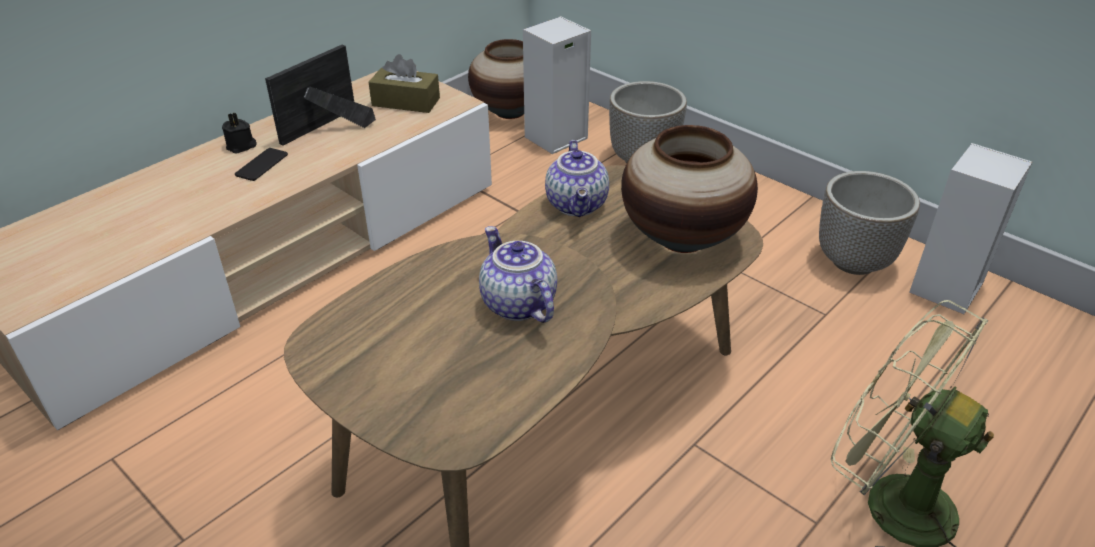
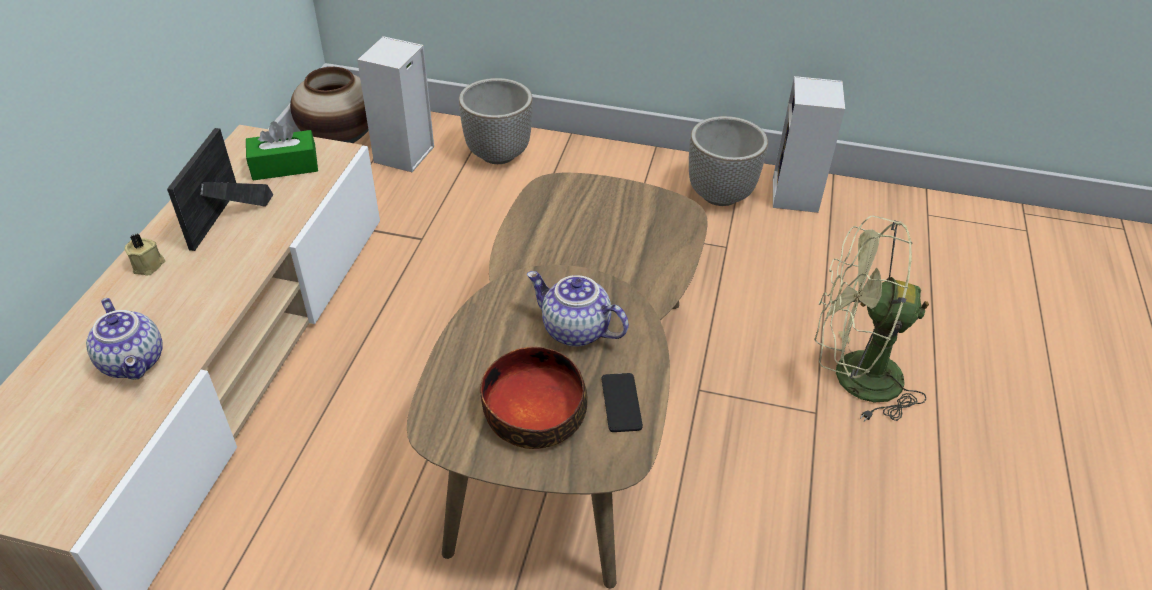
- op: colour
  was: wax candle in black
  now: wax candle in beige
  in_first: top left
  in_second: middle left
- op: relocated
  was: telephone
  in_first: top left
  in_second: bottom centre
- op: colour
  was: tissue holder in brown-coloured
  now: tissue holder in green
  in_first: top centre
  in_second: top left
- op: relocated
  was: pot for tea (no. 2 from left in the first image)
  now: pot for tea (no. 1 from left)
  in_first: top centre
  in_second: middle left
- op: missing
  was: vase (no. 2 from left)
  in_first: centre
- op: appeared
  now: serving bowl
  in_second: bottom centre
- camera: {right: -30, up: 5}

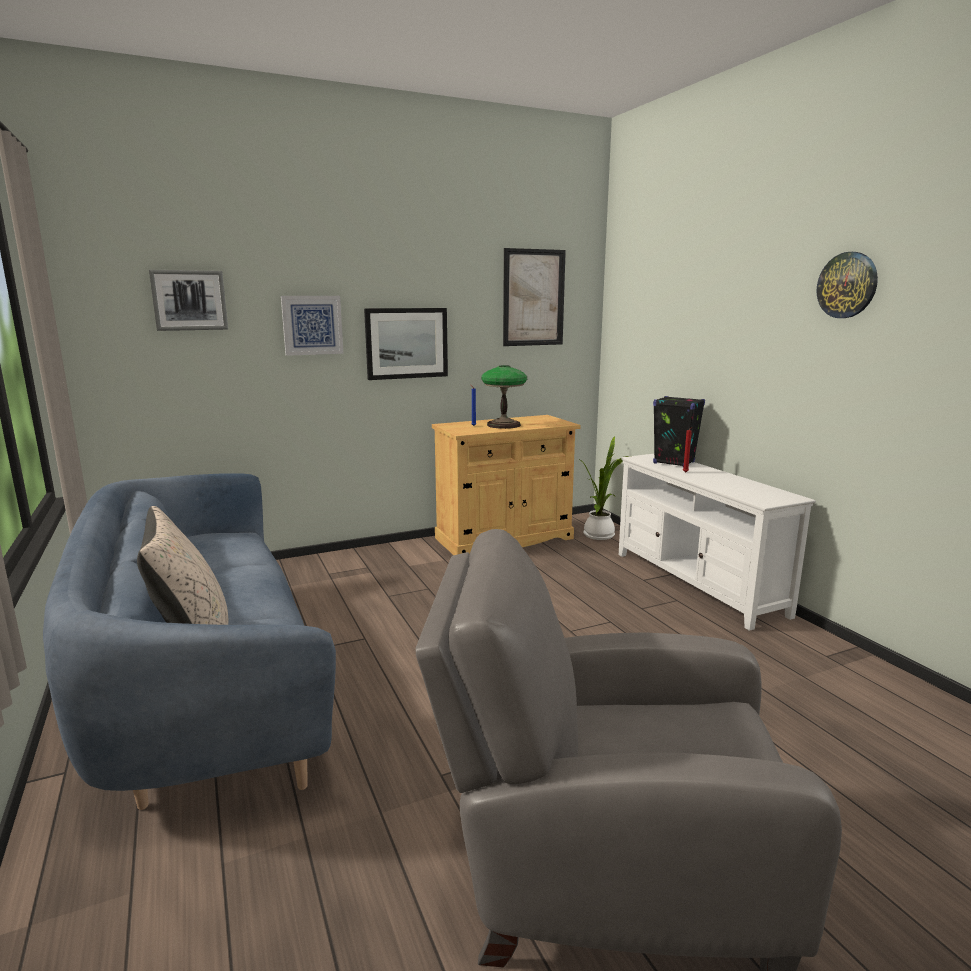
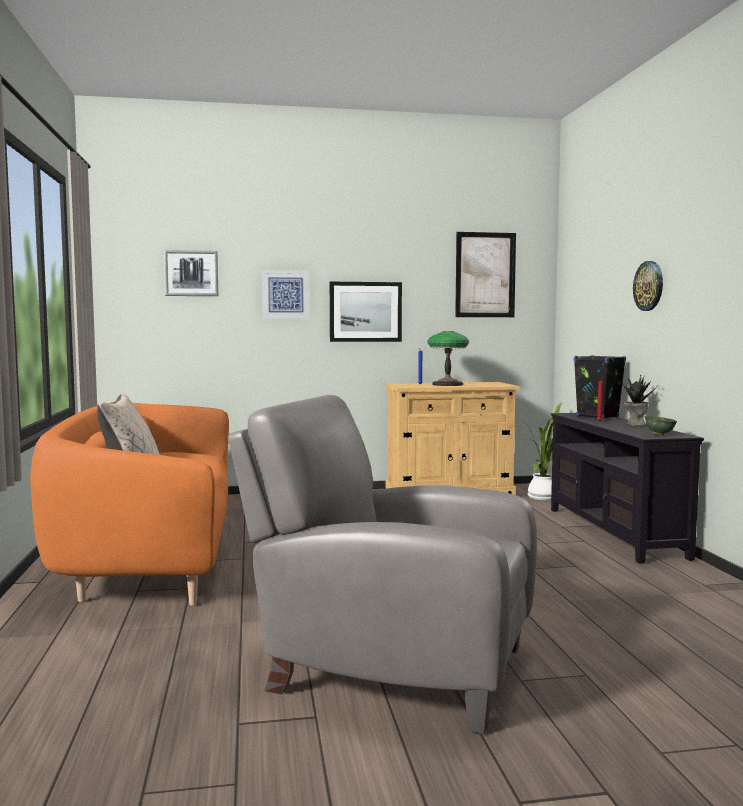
- op: colour
  was: settee in blue-coloured
  now: settee in orange
  in_first: middle left
  in_second: middle left
- op: colour
  was: media console in white-coloured
  now: media console in black
  in_first: middle right
  in_second: middle right
- op: relocated
  was: wall clock
  in_first: top right
  in_second: middle right
- op: appeared
  now: potted plant (no. 2 from left)
  in_second: middle right
- op: appeared
  now: serving bowl in green
  in_second: middle right
- camera: {right: 15, up: -10}

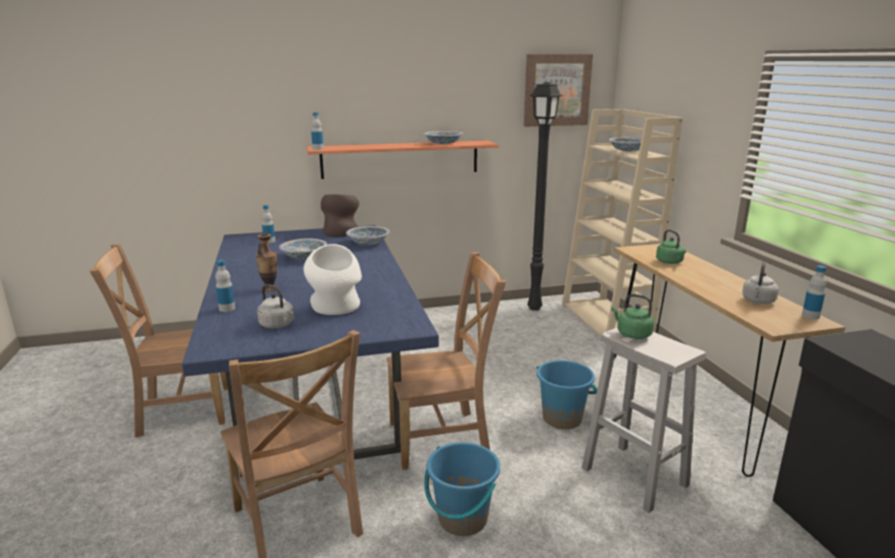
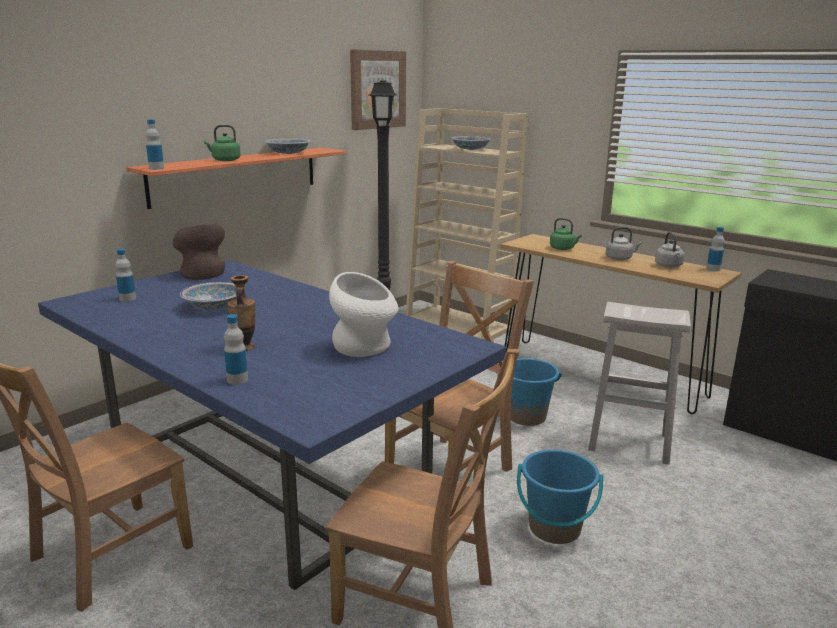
- op: relocated
  was: kettle in gray (no. 1 from left)
  in_first: middle left
  in_second: middle right
- op: missing
  was: serving bowl (no. 2 from left)
  in_first: centre
- op: relocated
  was: kettle in green (no. 1 from left)
  in_first: middle right
  in_second: top left
- camera: {right: -35, up: 0}

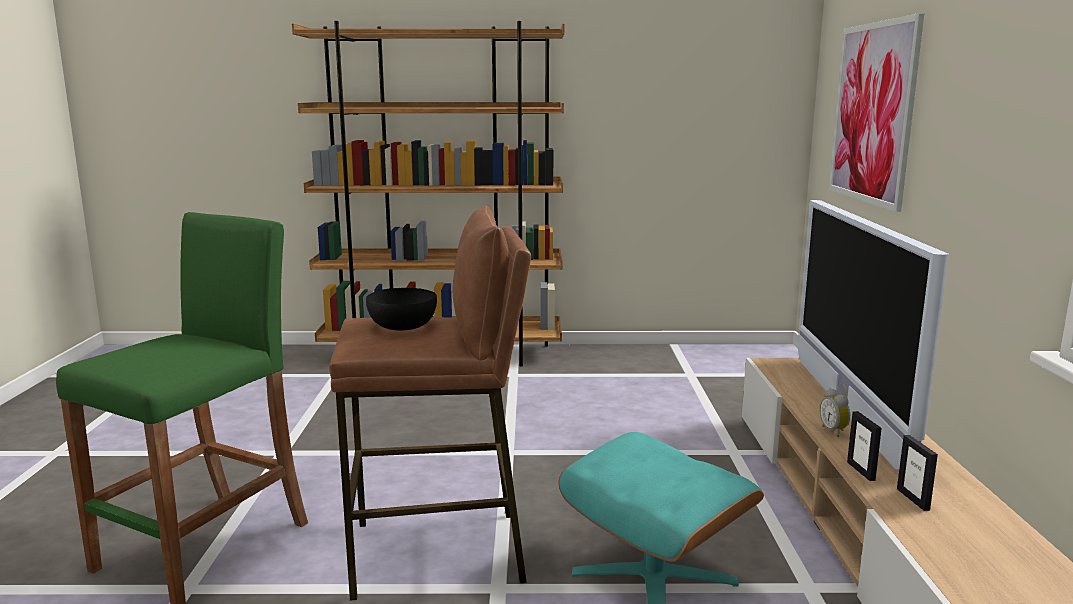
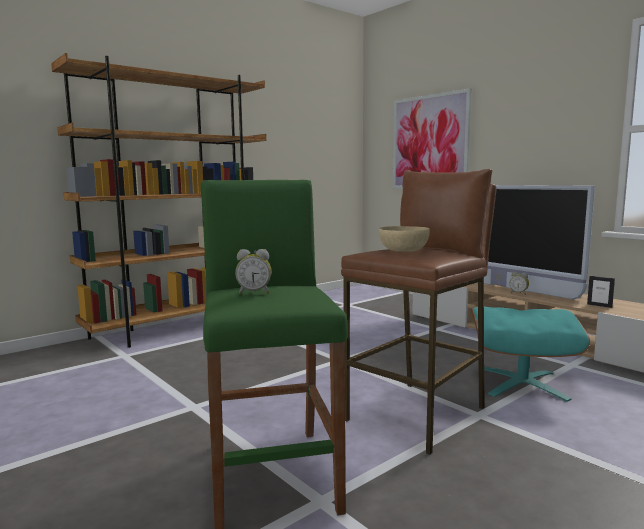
- op: colour
  was: serving bowl in black
  now: serving bowl in beige
  in_first: centre
  in_second: centre
- op: missing
  was: photo frame (no. 1 from left)
  in_first: bottom right
- op: appeared
  now: alarm clock (no. 1 from left)
  in_second: centre
- camera: {right: -40, up: -5}

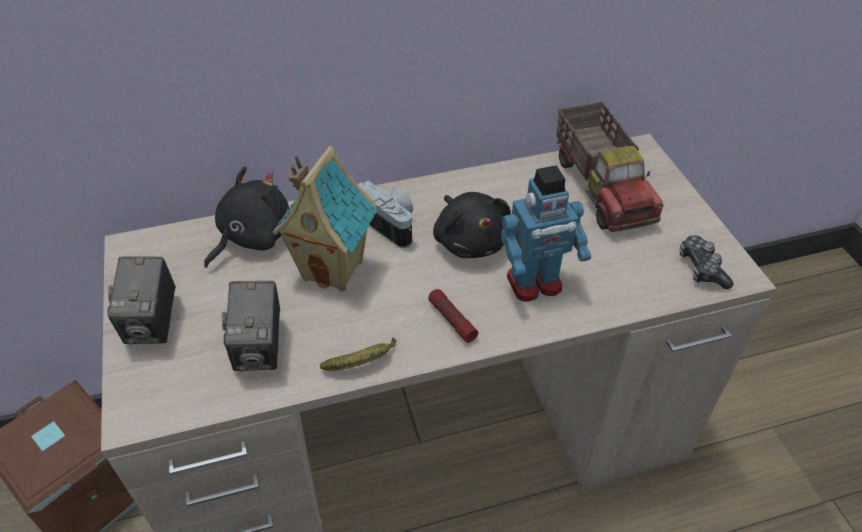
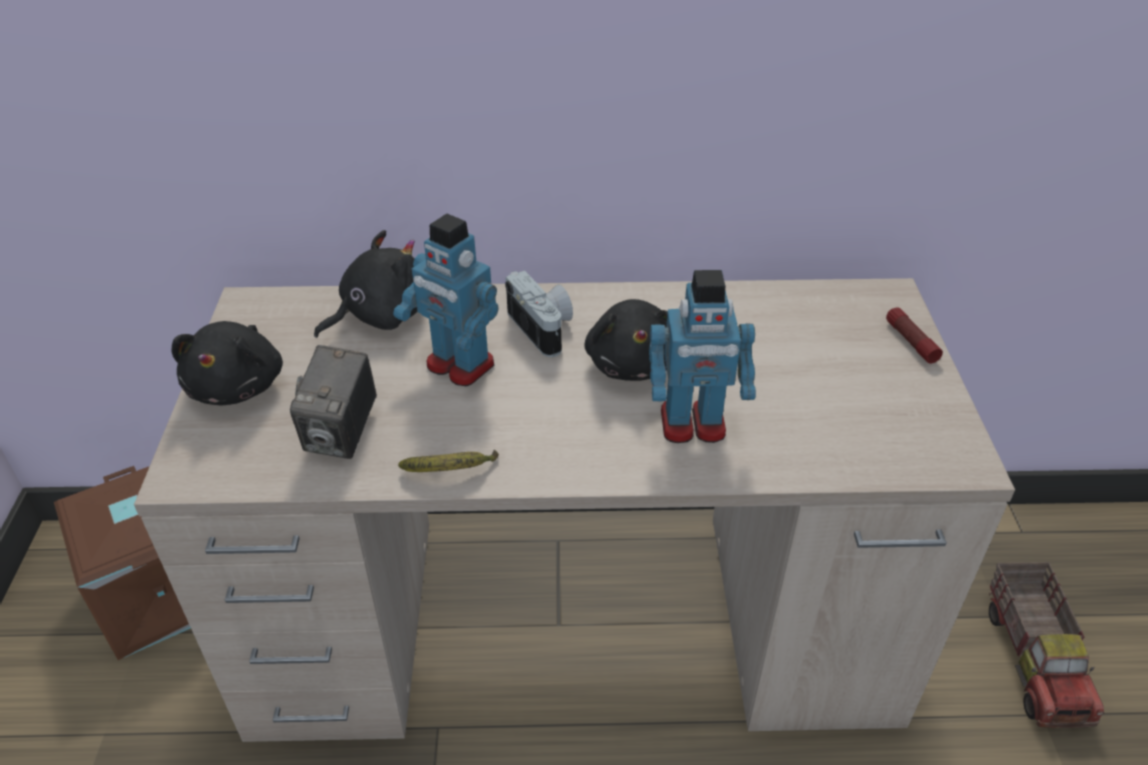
- op: exchanged
  was: photo camera (no. 1 from left)
  now: plush toy in black (no. 1 from left)
  in_first: middle left
  in_second: middle left
- op: exchanged
  was: toy house
  now: robot figure (no. 1 from left)
  in_first: centre
  in_second: centre
- op: relocated
  was: hand torch
  in_first: centre
  in_second: middle right
- op: relocated
  was: toy truck
  in_first: top right
  in_second: bottom right
- op: missing
  was: joypad
  in_first: middle right
- camera: {right: 15, up: -5}

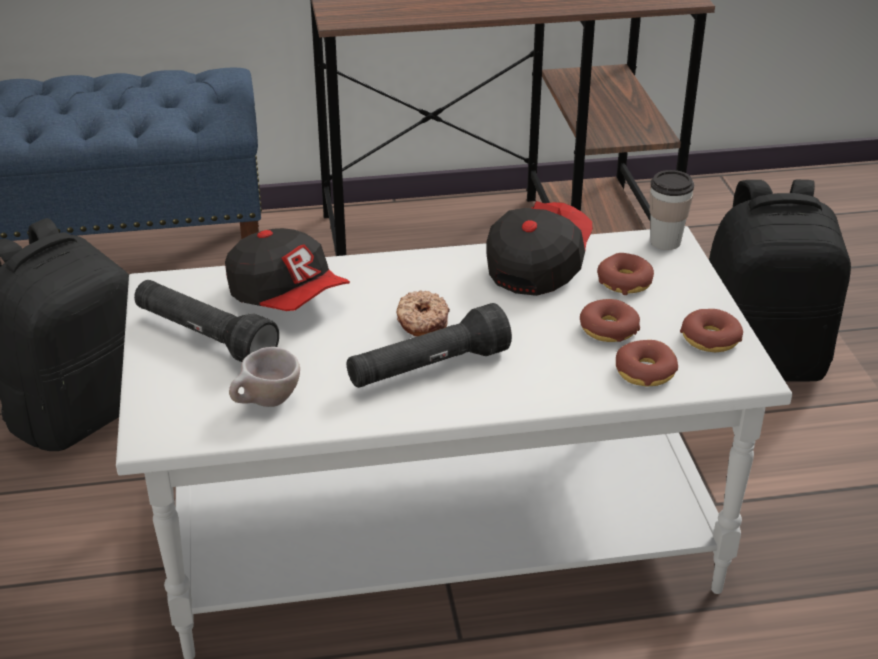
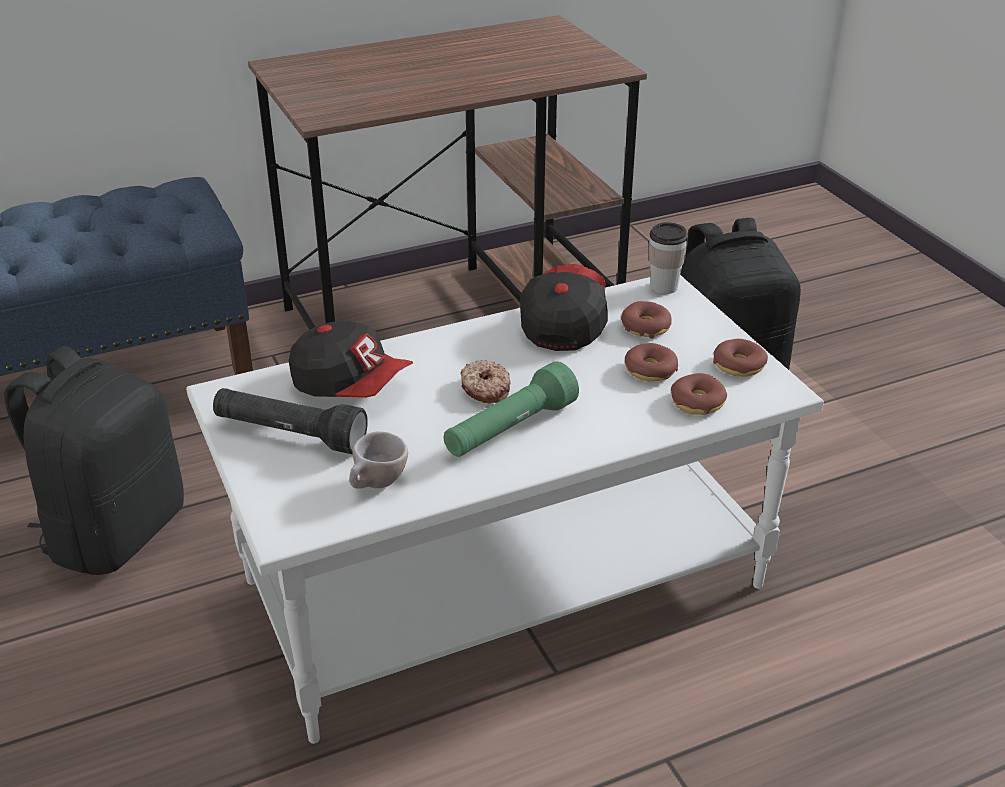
- op: colour
  was: hand torch in black (no. 2 from left)
  now: hand torch in green
  in_first: centre
  in_second: centre
- camera: {right: -15, up: 0}

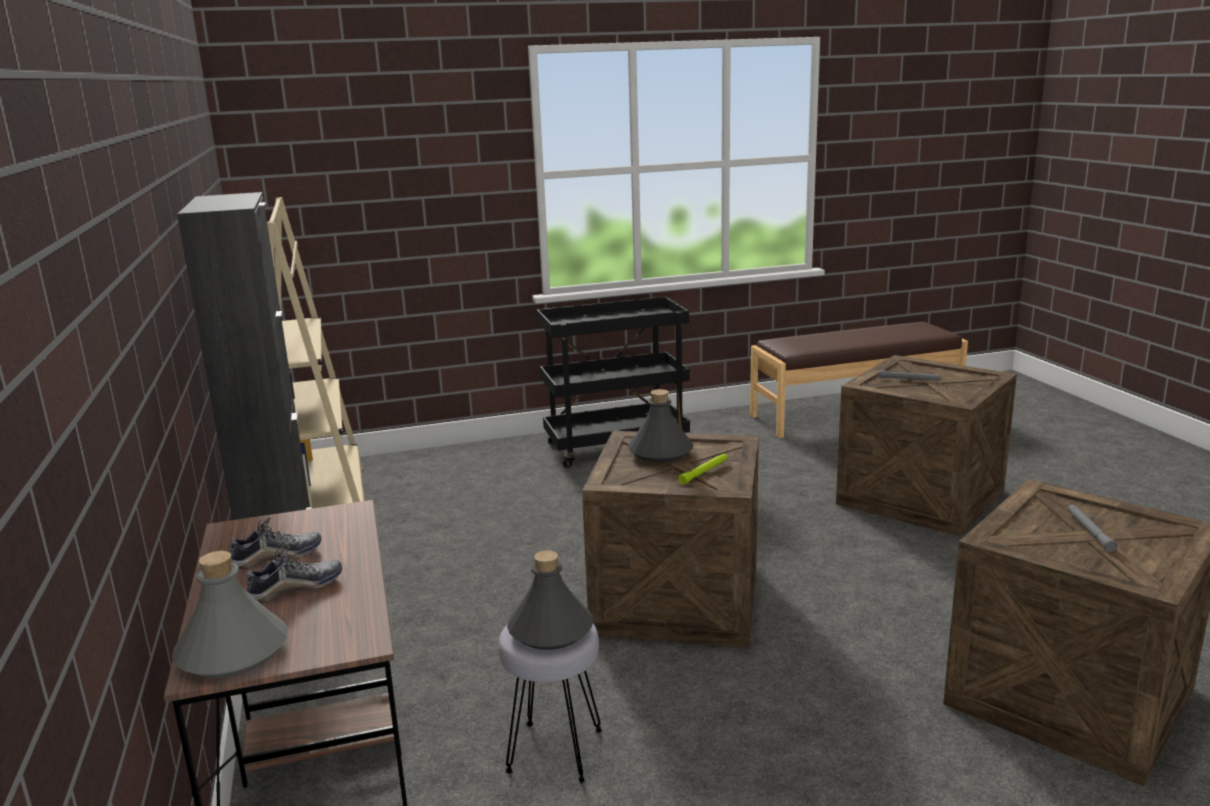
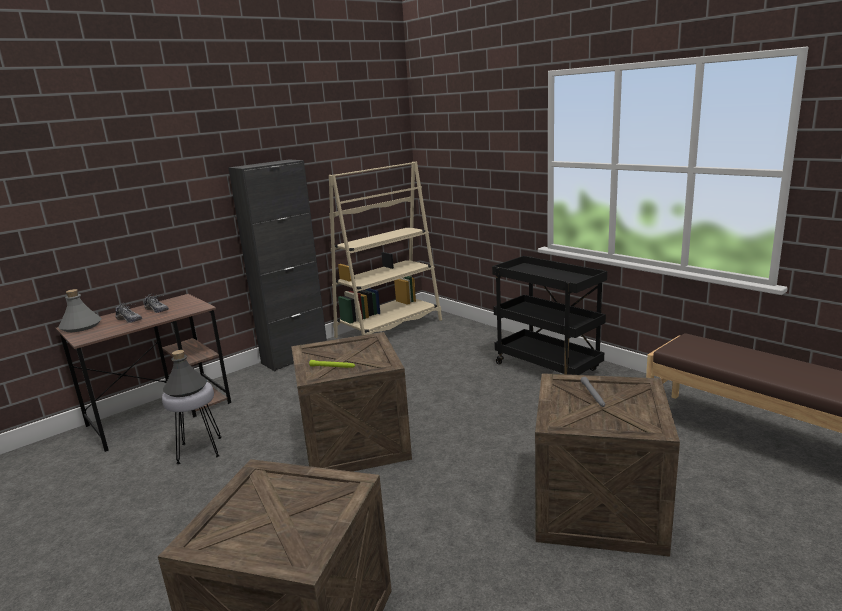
- op: missing
  was: beverage bottle in gray (no. 3 from left)
  in_first: centre
- op: missing
  was: hand torch in gray (no. 2 from left)
  in_first: middle right
- camera: {right: 65, up: 0}

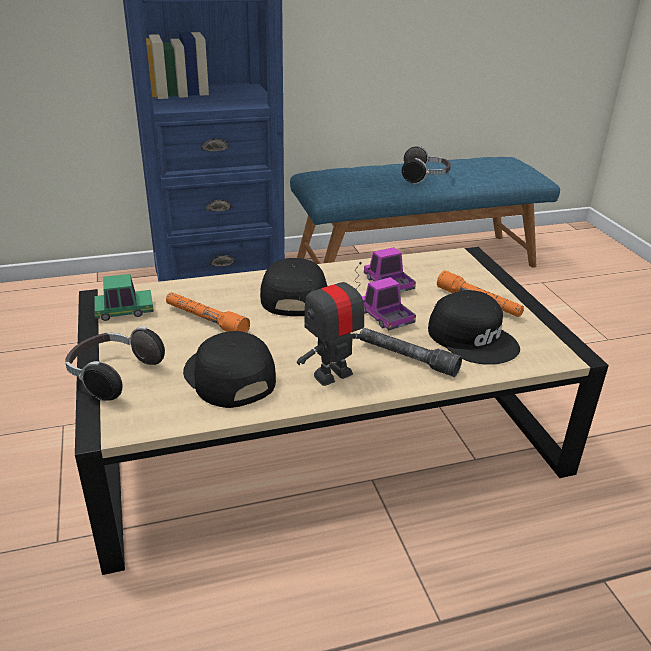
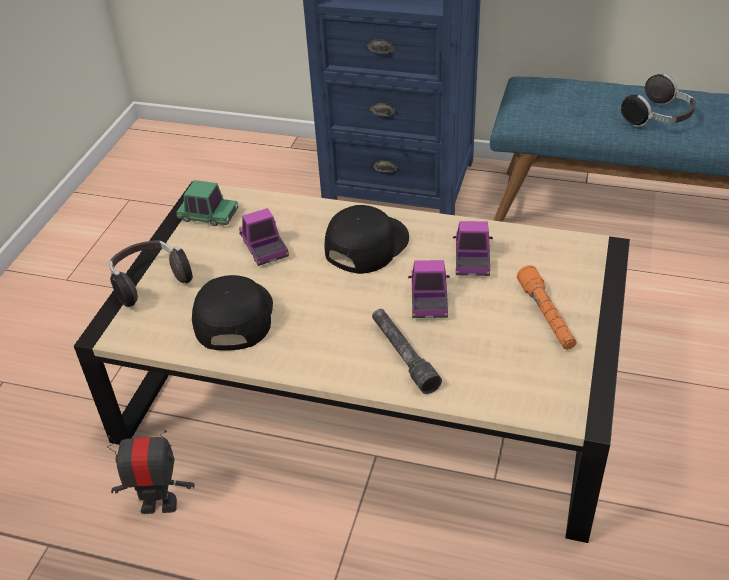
- op: exchanged
  was: hand torch in orange (no. 1 from left)
  now: toy truck (no. 1 from left)
  in_first: middle left
  in_second: centre
- op: relocated
  was: robot figure
  in_first: centre
  in_second: bottom left
- op: missing
  was: baseball cap in black (no. 3 from left)
  in_first: middle right
- camera: {right: 35, up: 10}

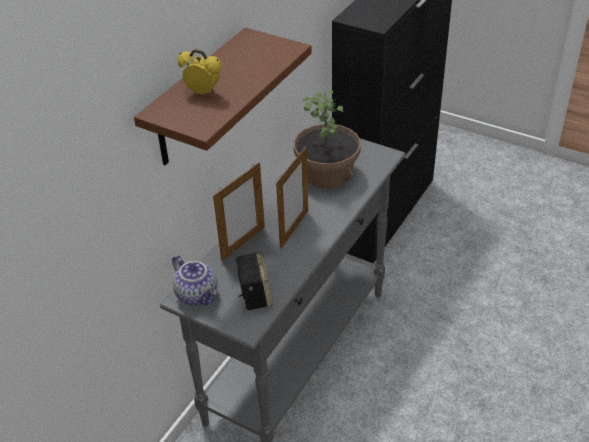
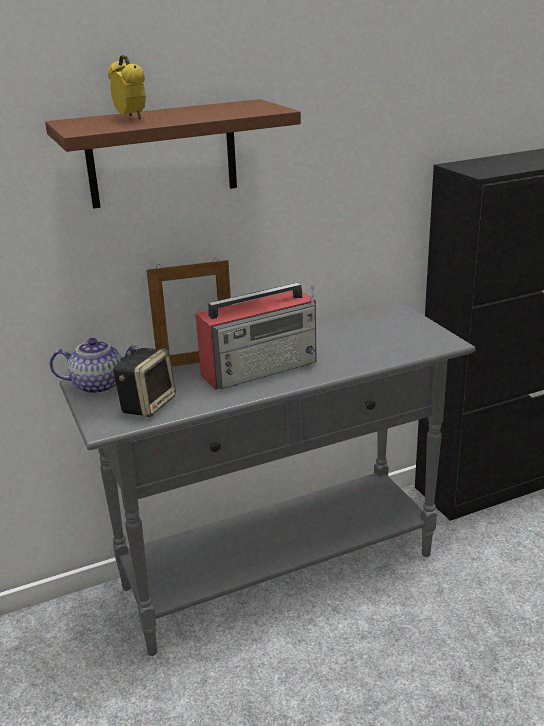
- op: spun
  was: pot for tea
  in_first: middle left
  in_second: middle left
  clockwise: -90
- op: exchanged
  was: photo frame (no. 2 from left)
  now: radio receiver
  in_first: centre
  in_second: centre
- op: missing
  was: potted plant
  in_first: top centre
- camera: {right: 35, up: -15}

